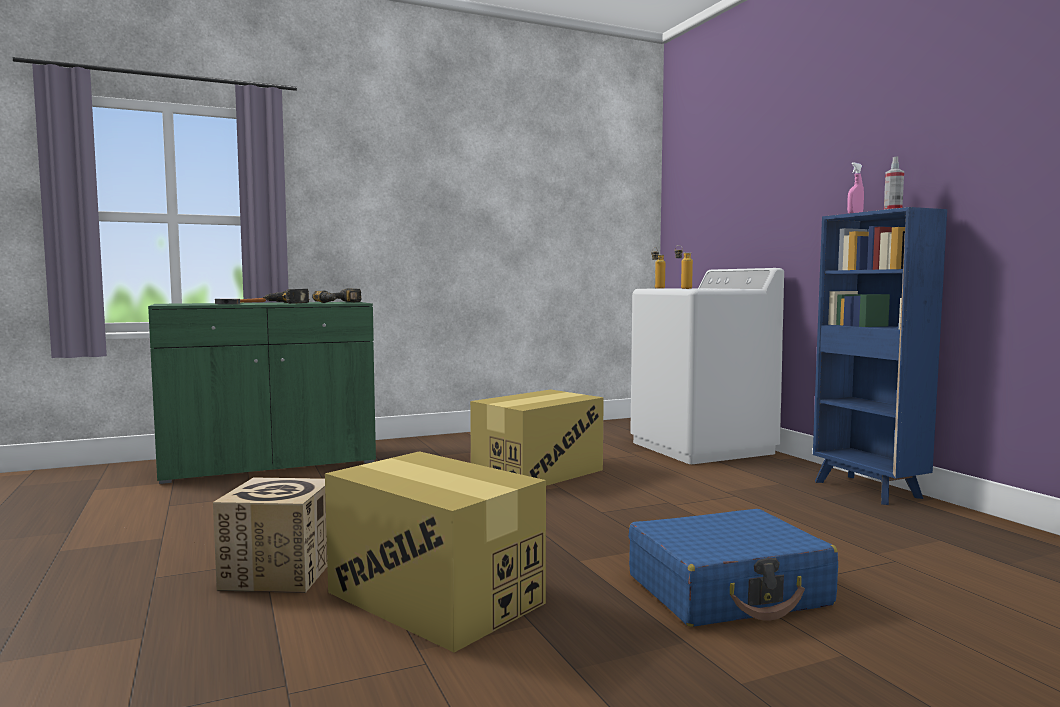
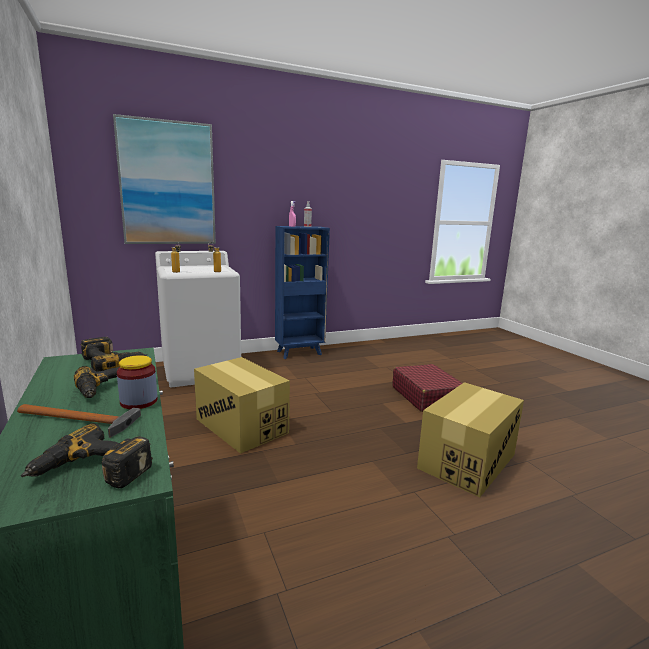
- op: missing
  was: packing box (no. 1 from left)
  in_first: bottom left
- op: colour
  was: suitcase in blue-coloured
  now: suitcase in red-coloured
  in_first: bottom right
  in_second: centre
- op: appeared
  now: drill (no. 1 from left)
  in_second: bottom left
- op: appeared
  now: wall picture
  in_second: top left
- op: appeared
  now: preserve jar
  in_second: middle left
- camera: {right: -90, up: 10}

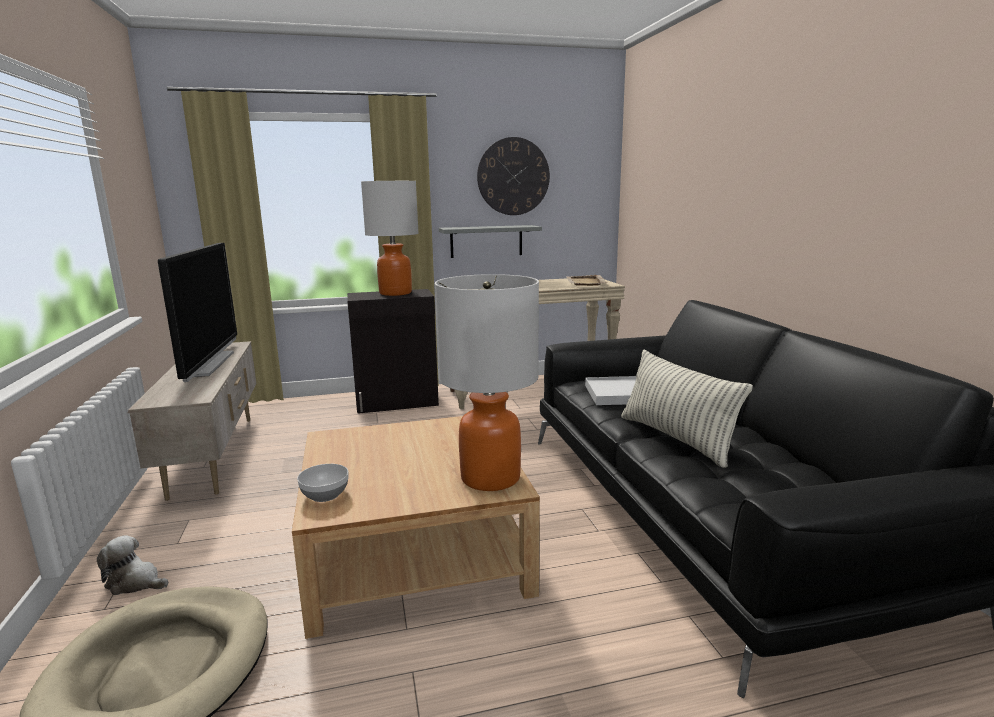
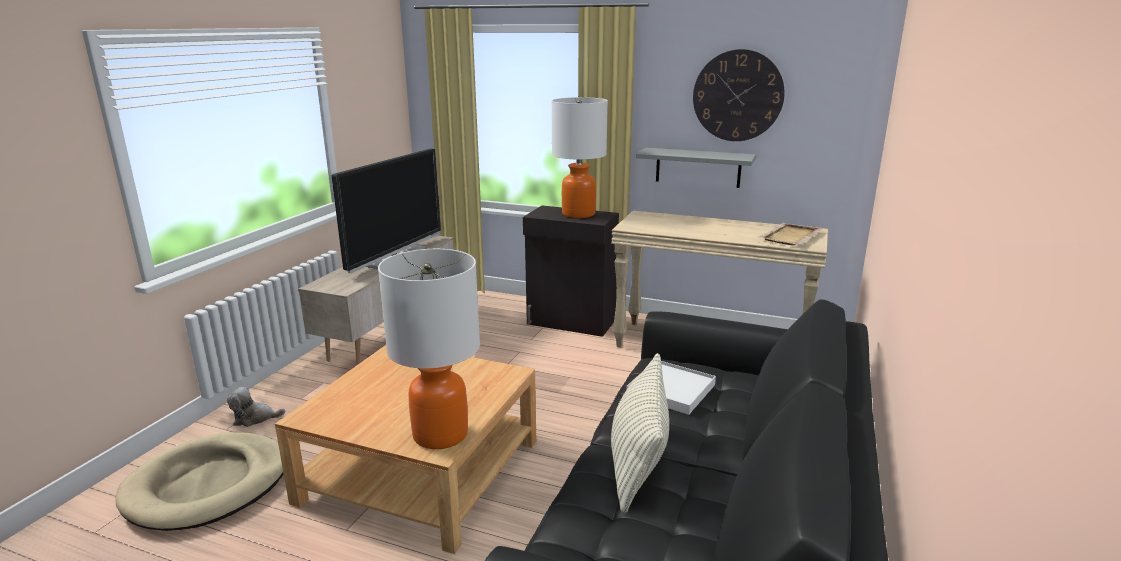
- op: spun
  was: plush toy
  in_first: bottom left
  in_second: bottom left
  clockwise: -60
- op: missing
  was: serving bowl
  in_first: bottom left
- camera: {right: 35, up: 5}

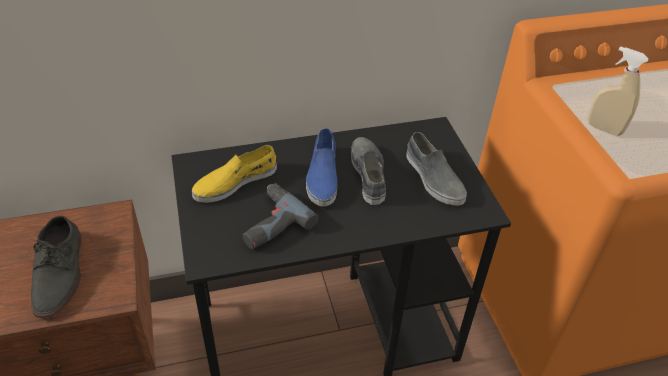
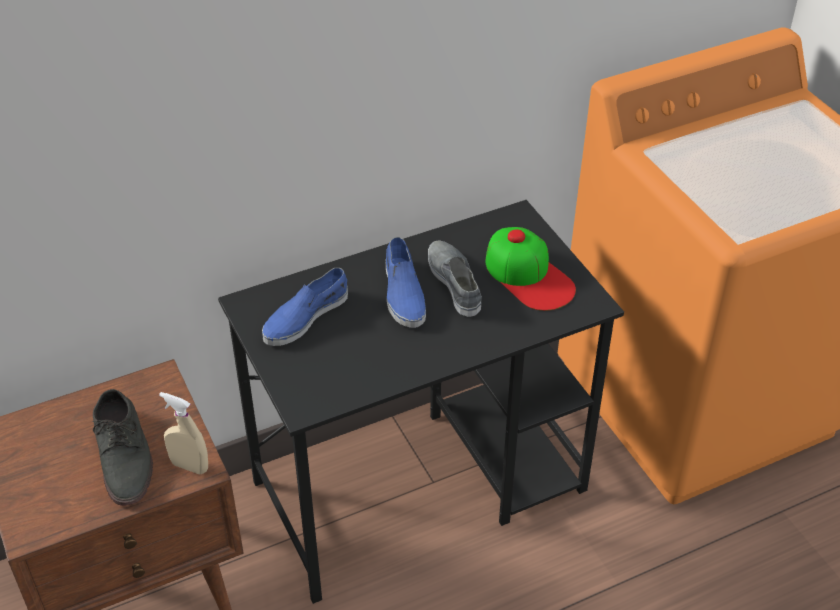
- op: colour
  was: low shoe in yellow-coloured
  now: low shoe in blue-coloured (no. 1 from left)
  in_first: centre
  in_second: centre
- op: missing
  was: drill
  in_first: centre
- op: exchanged
  was: low shoe in gray (no. 3 from left)
  now: baseball cap
  in_first: centre
  in_second: centre
- op: relocated
  was: hand sprayer in beige
  in_first: top right
  in_second: bottom left
- camera: {right: -10, up: 0}

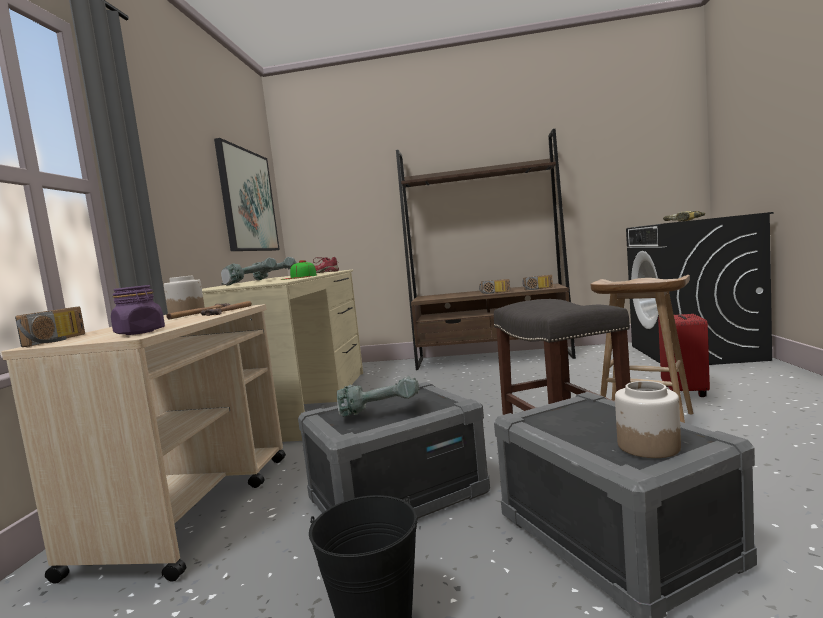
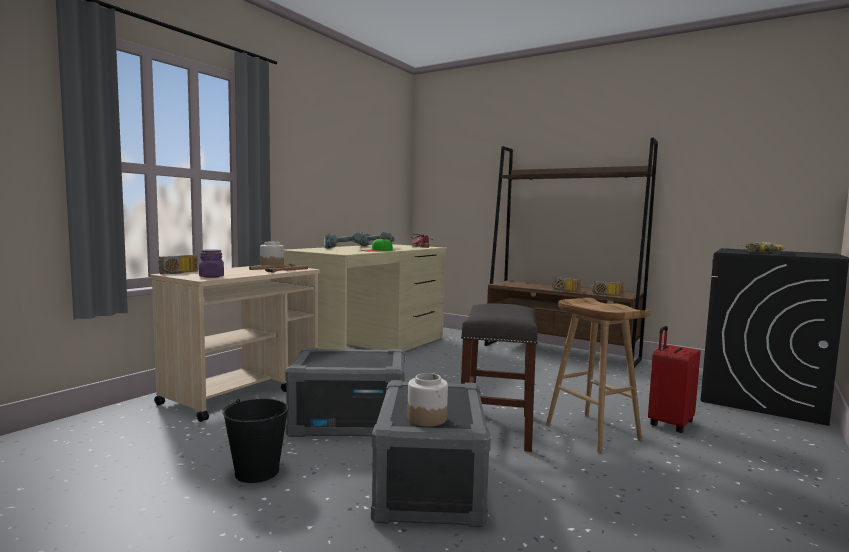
- op: missing
  was: wall picture
  in_first: top left
- op: missing
  was: drill (no. 3 from left)
  in_first: centre
- camera: {right: 25, up: 0}

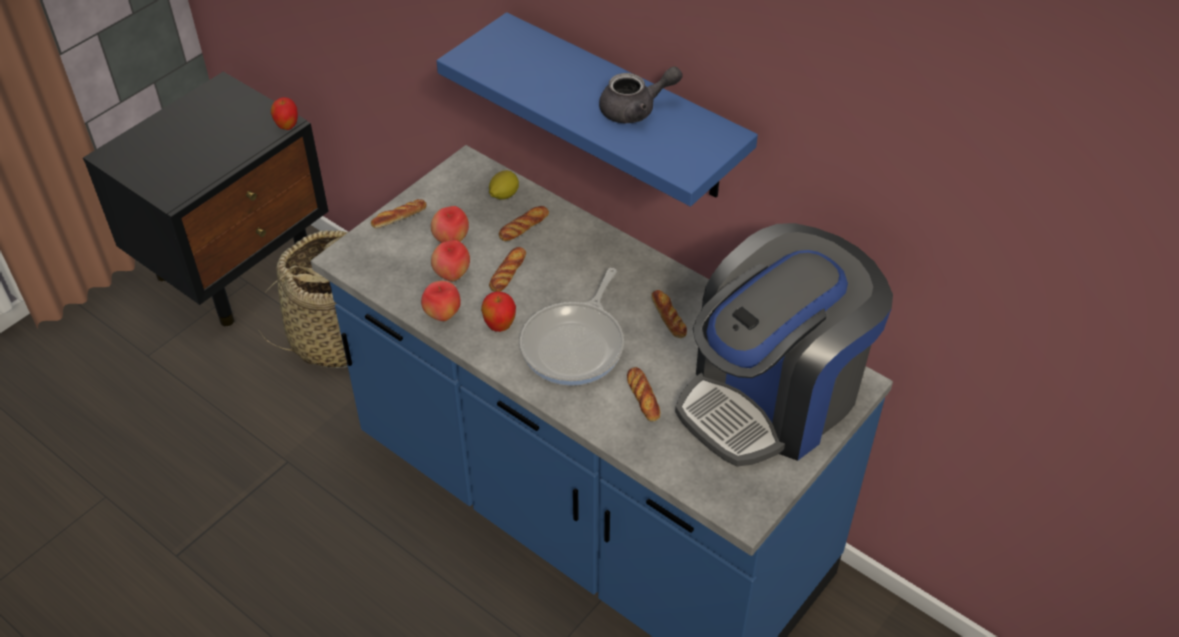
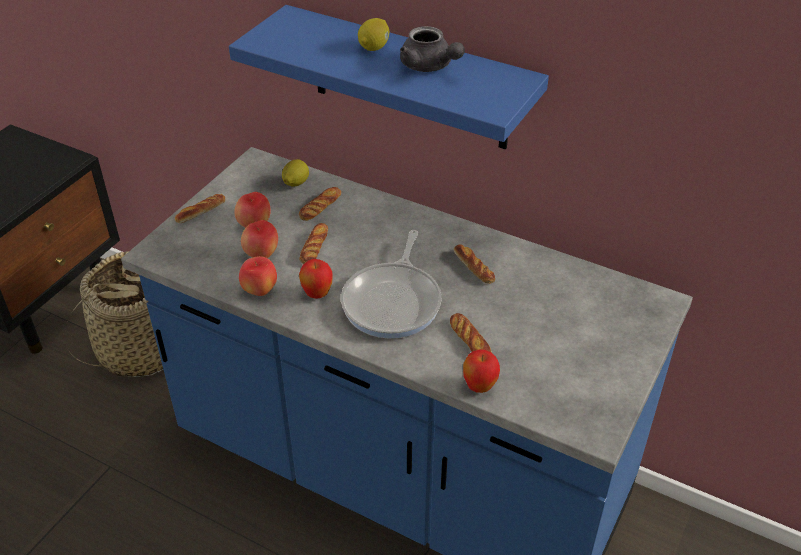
- op: relocated
  was: apple fruit (no. 1 from left in the first image)
  now: apple fruit (no. 5 from left)
  in_first: top left
  in_second: bottom centre
- op: spun
  was: pot for tea in gray
  in_first: top centre
  in_second: top centre
  clockwise: 75
- op: missing
  was: coffee maker
  in_first: centre
- op: appeared
  now: lemon (no. 2 from left)
  in_second: top centre
- camera: {right: -10, up: -5}

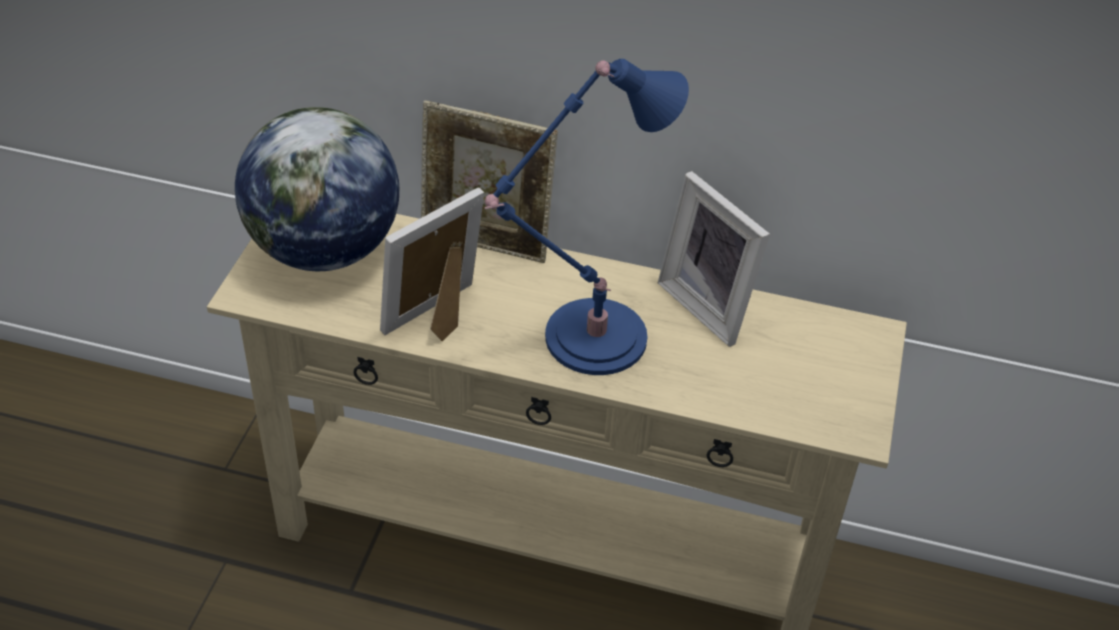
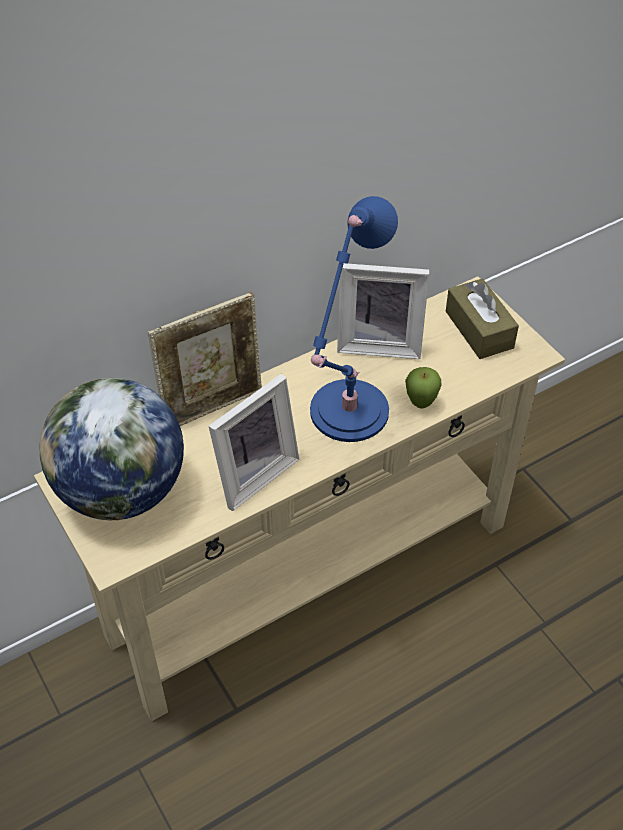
- op: spun
  was: photo frame (no. 1 from left in the first image)
  in_first: centre
  in_second: centre
  clockwise: -135
- op: appeared
  now: apple fruit
  in_second: middle right
- op: appeared
  now: tissue holder in brown-coloured
  in_second: middle right
- camera: {right: -45, up: 5}

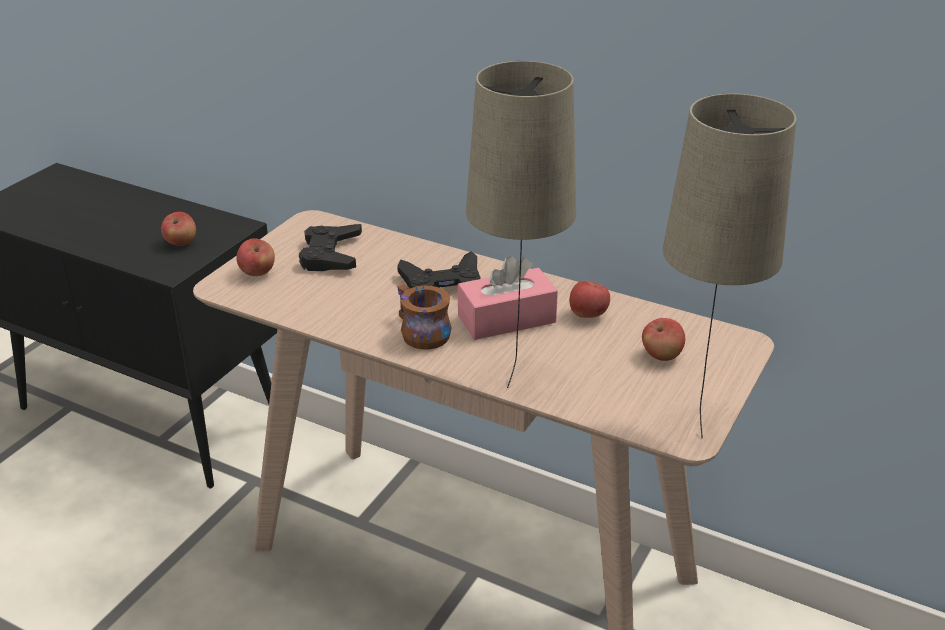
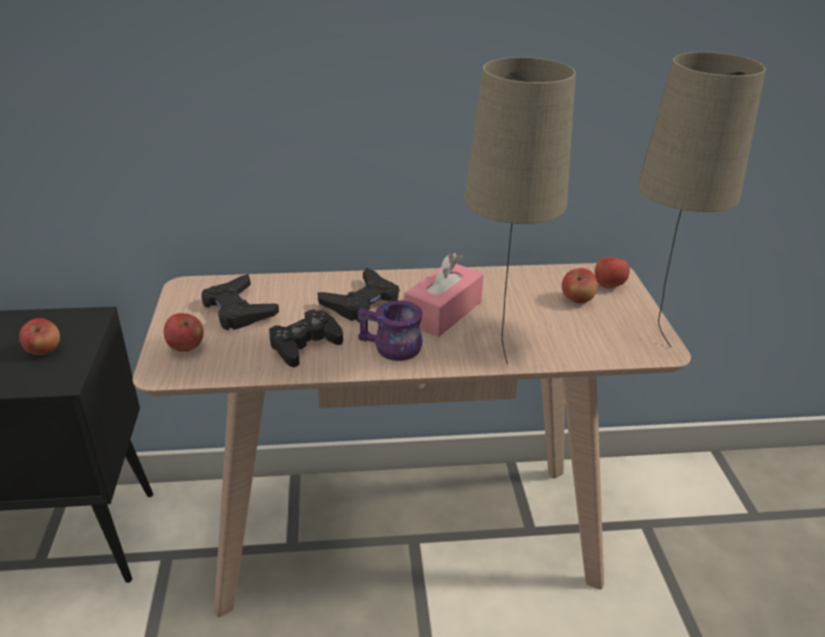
- op: colour
  was: tea mug in brown-coloured
  now: tea mug in purple
  in_first: centre
  in_second: centre
- op: relocated
  was: apple fruit (no. 3 from left in the first image)
  now: apple fruit (no. 4 from left)
  in_first: centre
  in_second: middle right
- op: appeared
  now: joypad in black (no. 2 from left)
  in_second: centre
- camera: {right: -35, up: 0}

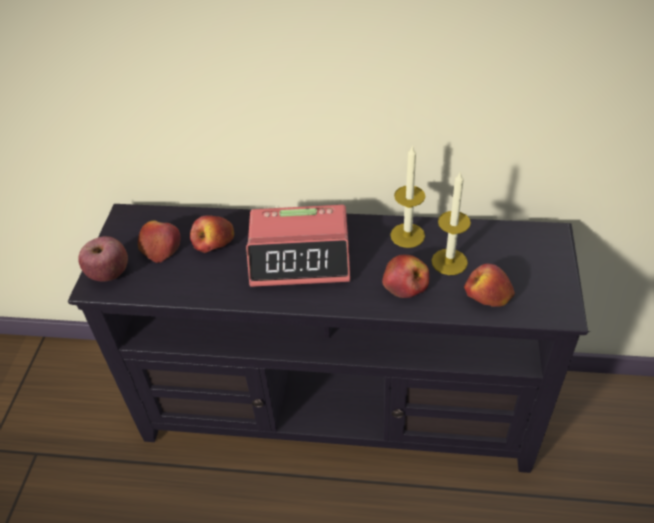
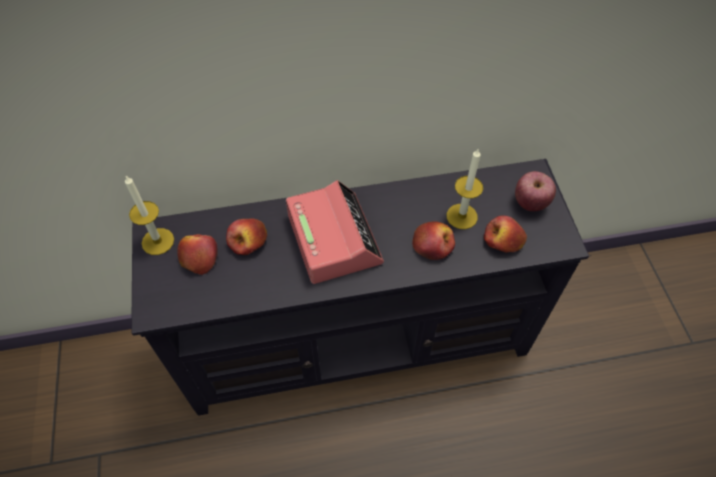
- op: relocated
  was: apple fruit (no. 1 from left in the first image)
  now: apple fruit (no. 5 from left)
  in_first: middle left
  in_second: middle right
- op: spun
  was: alarm clock
  in_first: centre
  in_second: centre
  clockwise: -90
- op: relocated
  was: wax candle (no. 1 from left)
  in_first: centre
  in_second: middle left
- camera: {right: -20, up: 10}

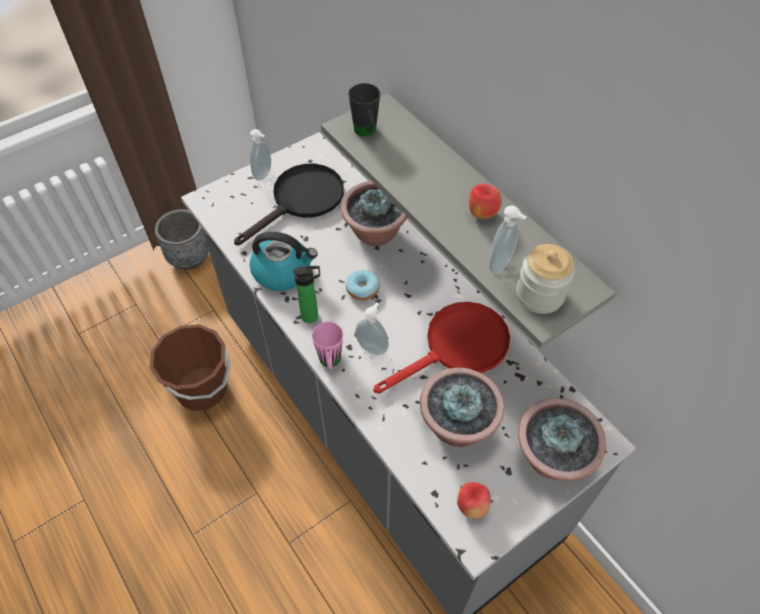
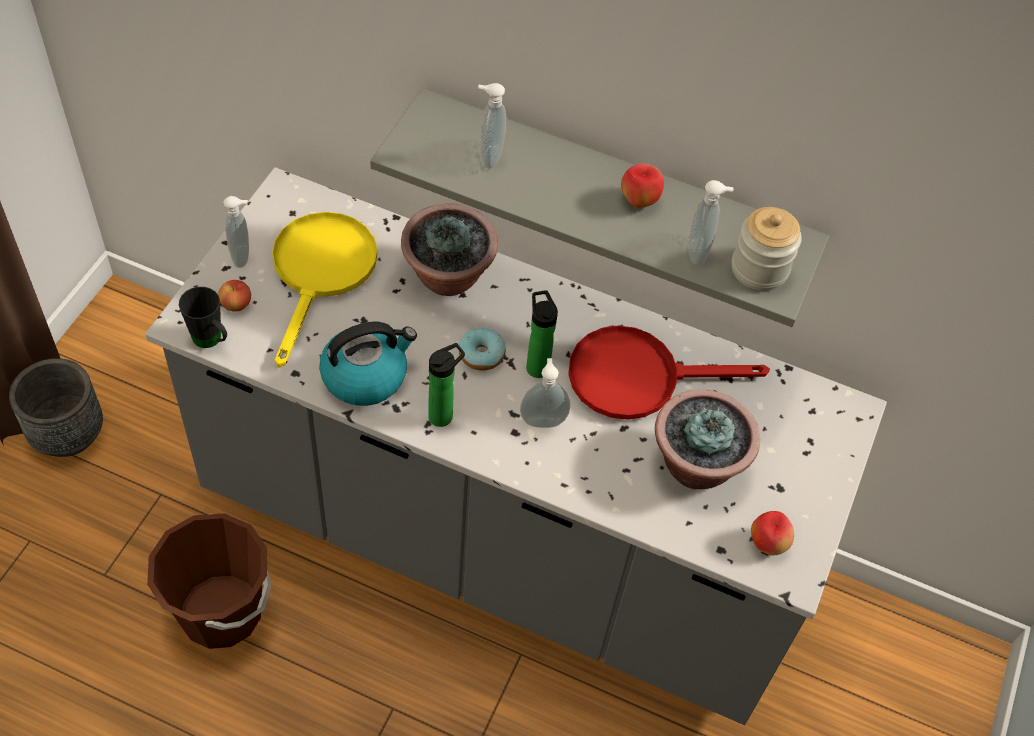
- op: colour
  was: pan in black
  now: pan in yellow-coloured
  in_first: top centre
  in_second: middle left
- op: missing
  was: tea mug in pink
  in_first: centre
- op: relocated
  was: tea mug in black
  in_first: top centre
  in_second: middle left
- op: spun
  was: pan in red-coloured
  in_first: centre
  in_second: centre
  clockwise: -120
- op: missing
  was: potted plant (no. 3 from left)
  in_first: bottom right
- op: appeared
  now: apple fruit (no. 1 from left)
  in_second: middle left
- op: appeared
  now: soap bottle (no. 2 from left)
  in_second: top centre
- op: appeared
  now: beverage bottle (no. 2 from left)
  in_second: centre
- camera: {right: -35, up: 0}

